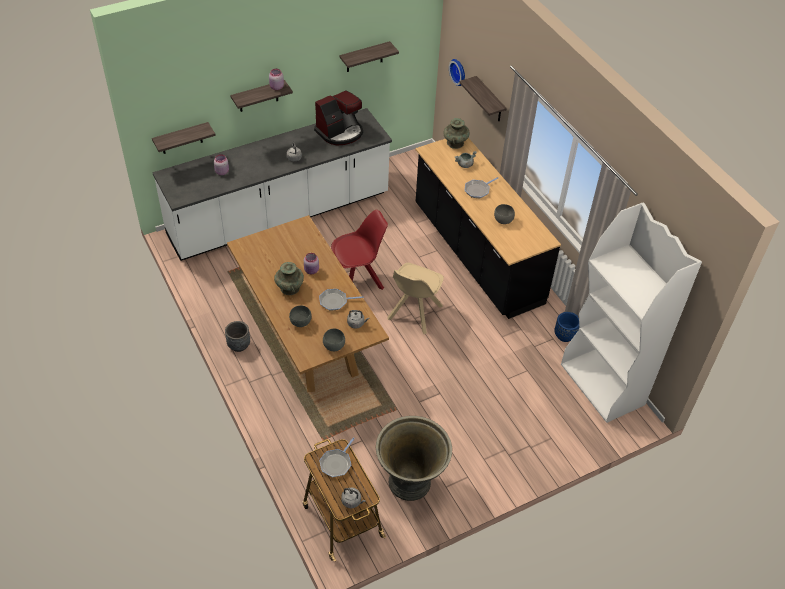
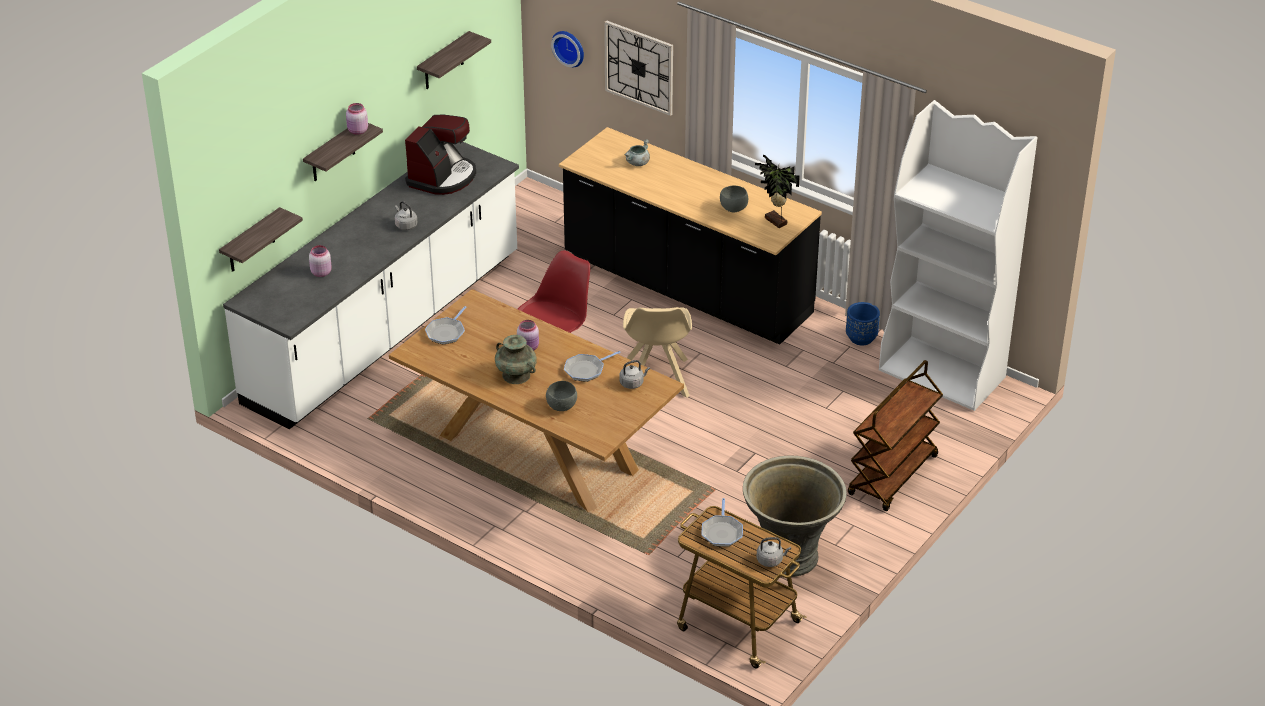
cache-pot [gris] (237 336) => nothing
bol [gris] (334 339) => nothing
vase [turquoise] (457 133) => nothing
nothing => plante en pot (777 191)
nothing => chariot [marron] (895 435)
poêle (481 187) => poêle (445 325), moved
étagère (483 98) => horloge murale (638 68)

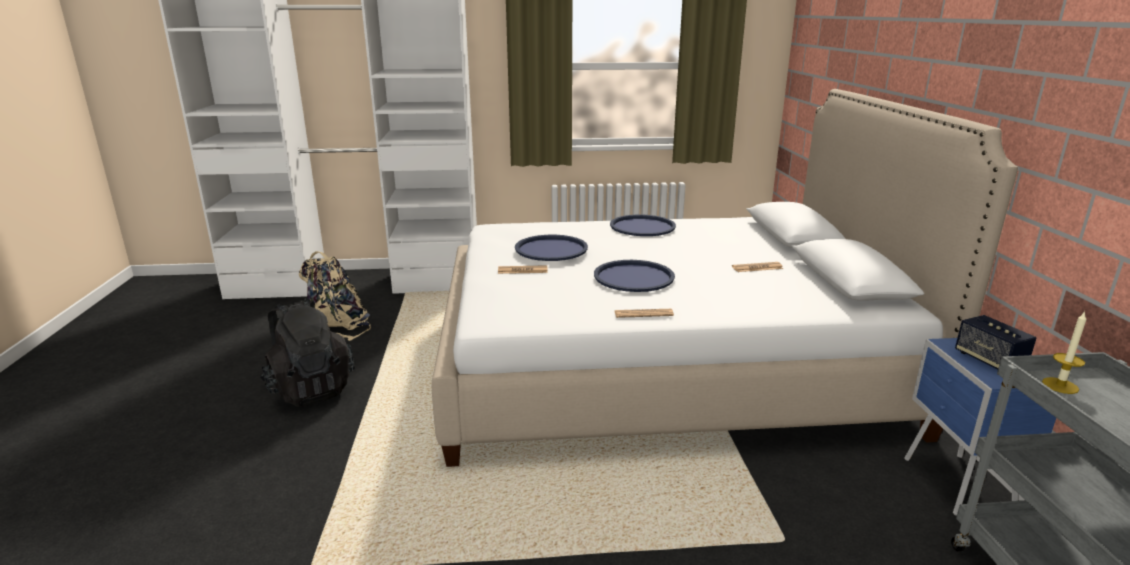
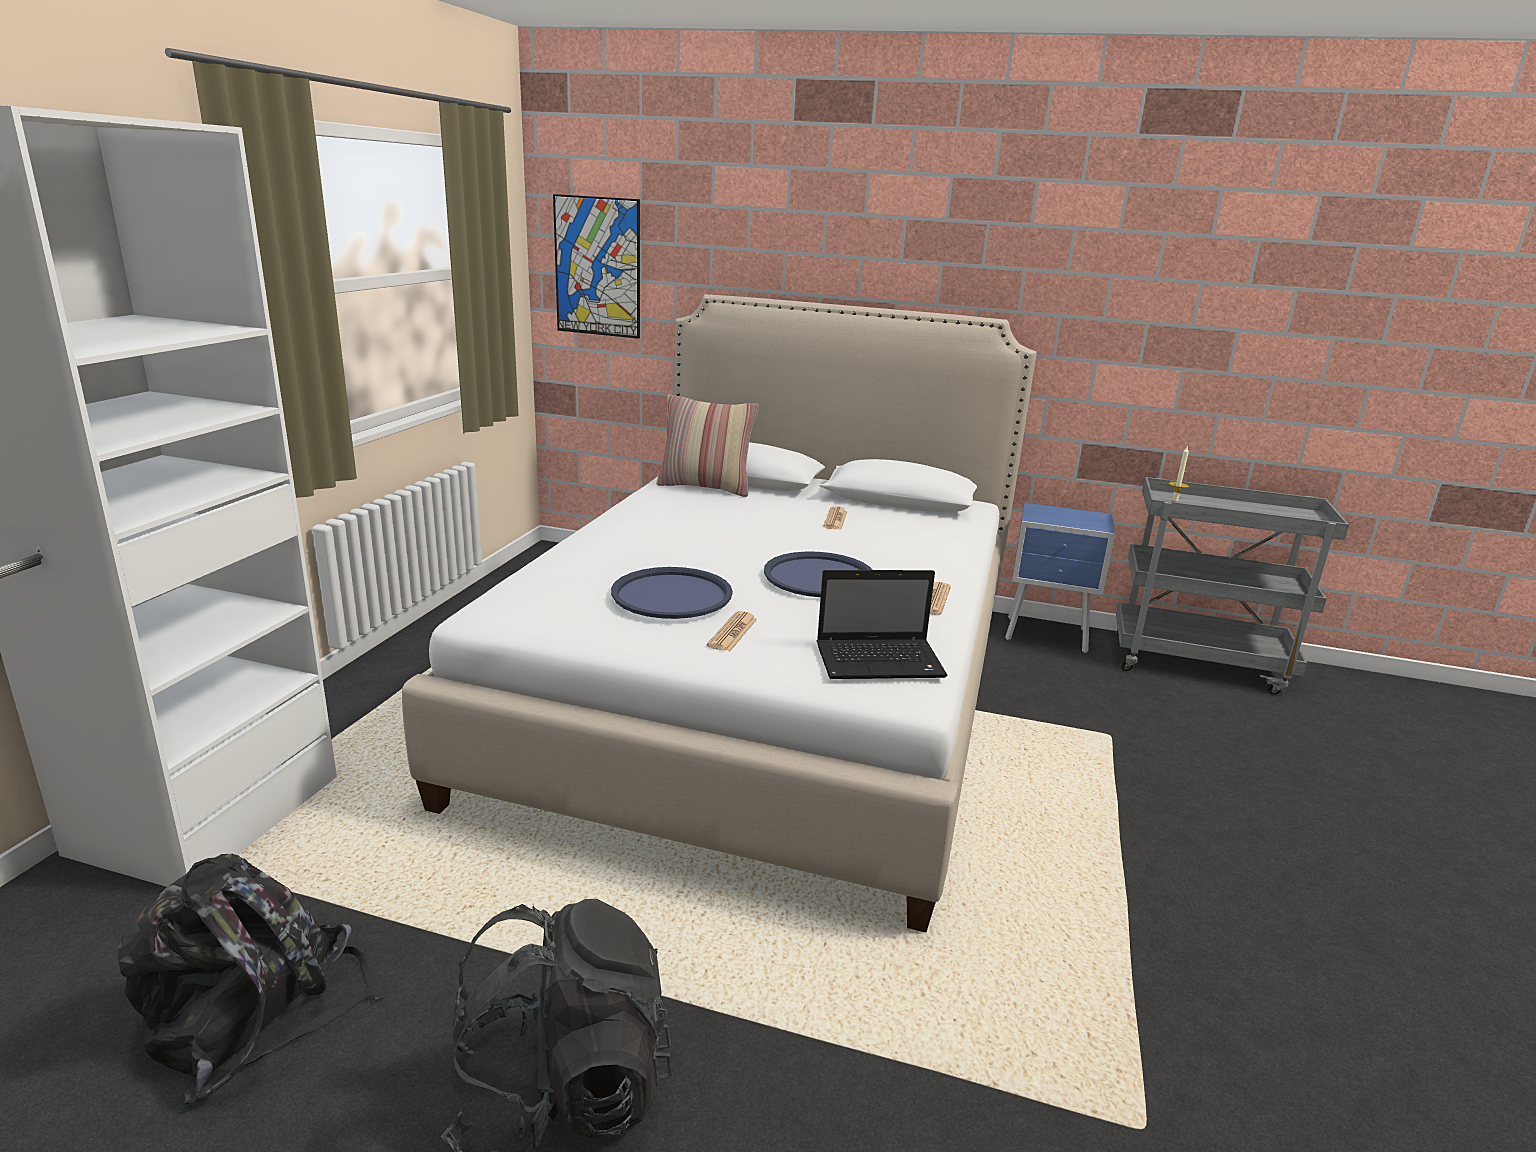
plateau [bleu] (643 225) => nothing
enceinte (995 342) => nothing
nothing => tableau (596 266)
nothing => coussin (707 445)
nothing => ordinateur portable (882 624)
sac à dos [beige] (335 296) => sac à dos [noir] (252 979)

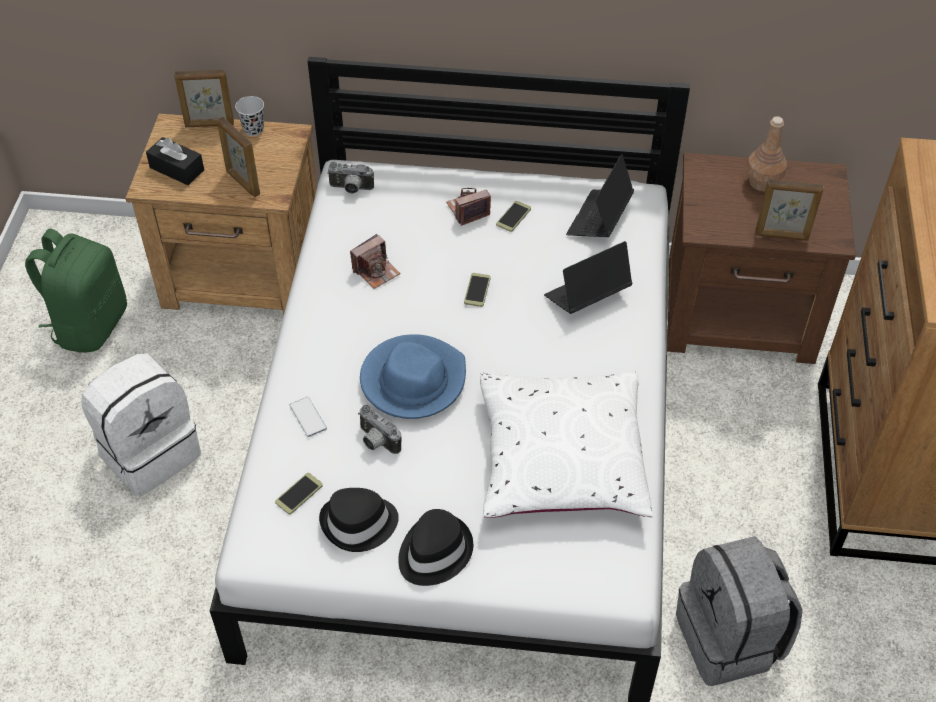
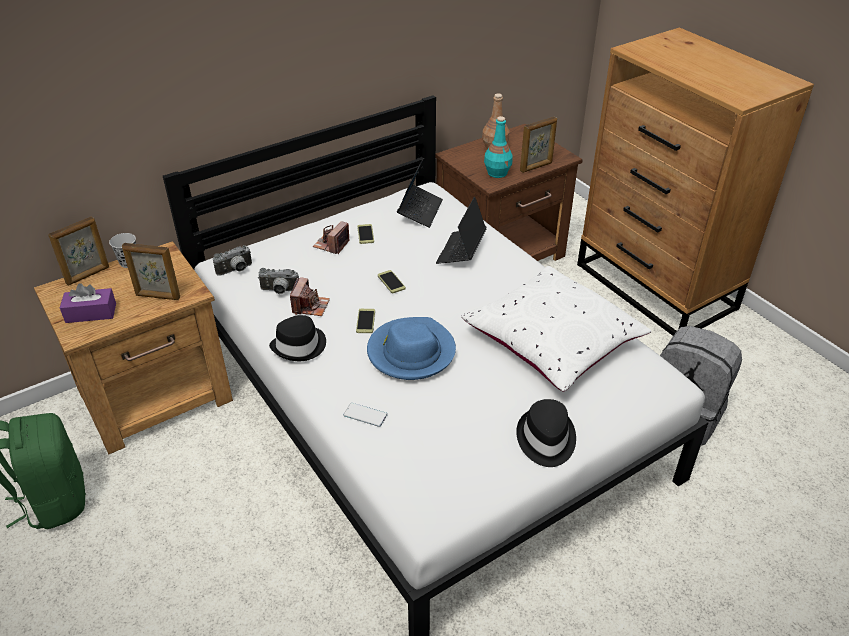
sac à dos [blanc] (141 425) => nothing
nothing => bouteille [turquoise] (498 147)
téléphone (299 493) => téléphone (365 321), moved
chapeau [noir] (359 520) => chapeau [noir] (297 338), moved
appareil photo (380 429) => appareil photo (278 281), moved
boîte à mouchoirs [noir] (175 161) => boîte à mouchoirs [violet] (88 303)
ordinateur portable (600 195) => ordinateur portable (420 193), 150 degrees counterclockwise

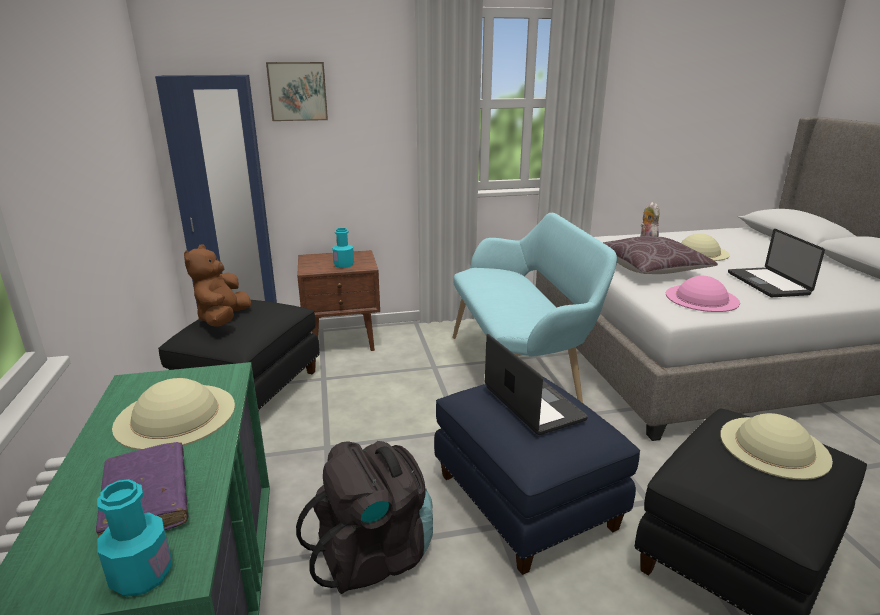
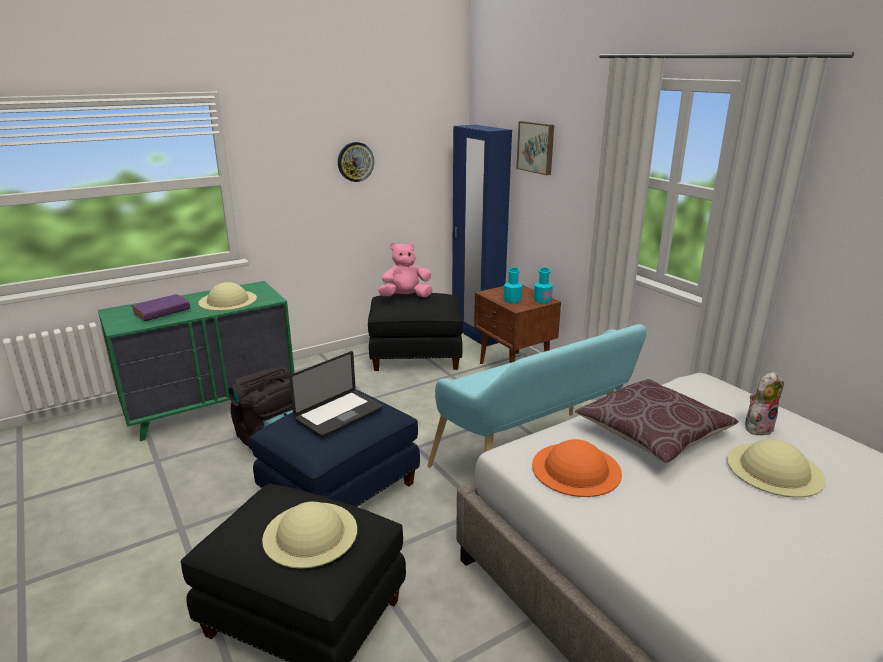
ordinateur portable (776 263) => nothing
nothing => horloge murale (356 162)
bouteille [turquoise] (134 538) => bouteille [turquoise] (543 285), moved
peluche [marron] (217 285) => peluche [rose] (405 270)
chapeau [rose] (703 294) => chapeau [orange] (577 468)

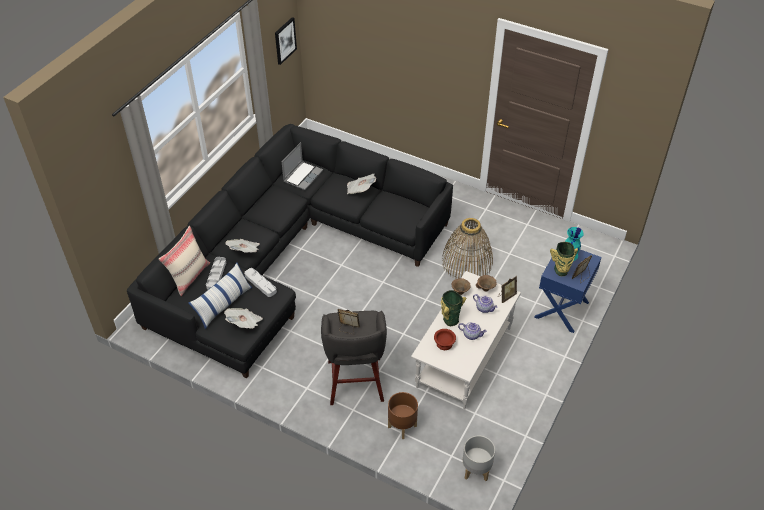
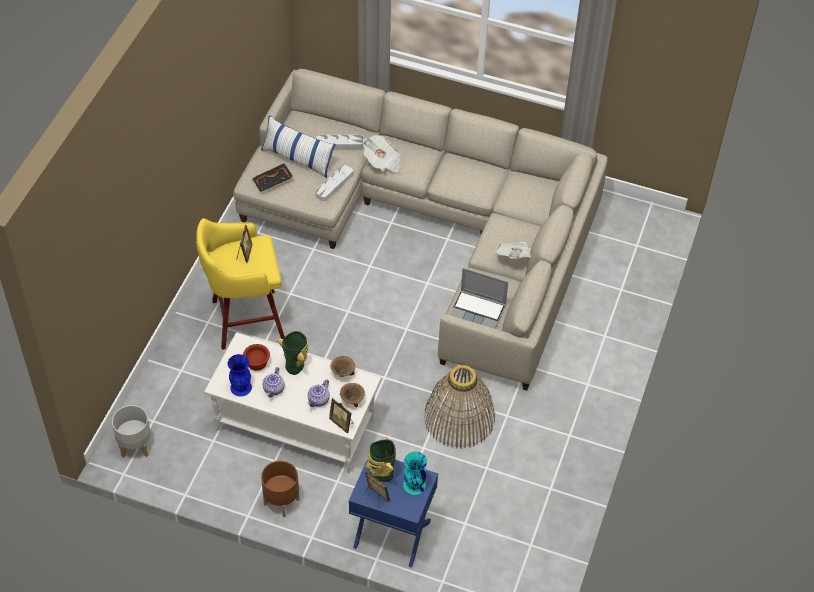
coussin [beige] (184 261) => nothing
tableau (286 41) => nothing
nothing => vase [bleu] (240 375)
ordinateur portable (302 166) => ordinateur portable (479 298), moved
cache-pot [marron] (403 415) => cache-pot [marron] (280 489), moved
journal (243 318) => plateau [noir] (272 177)
canapé [noir] (290 251) => canapé [beige] (420 230)
tabouret [gris] (354 358) => tabouret [jaune] (240 284)

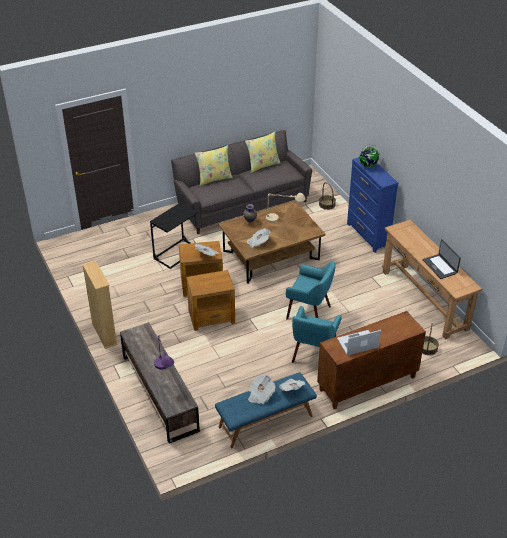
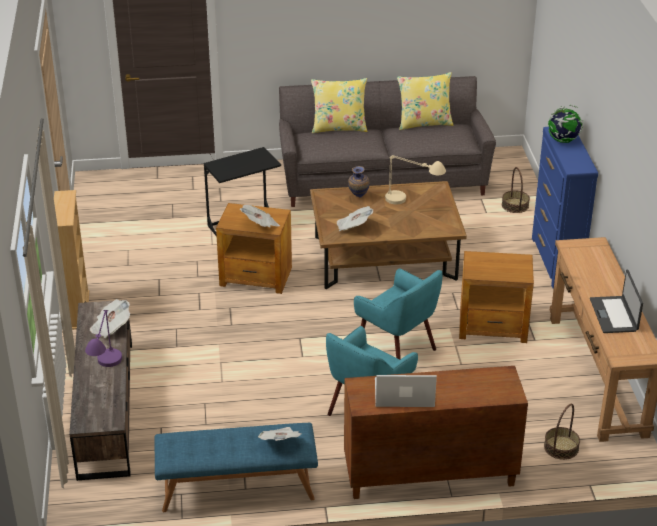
table d'appoint [marron] (210 300) => table d'appoint [marron] (496 297), moved
journal (261 389) => journal (110 318), moved

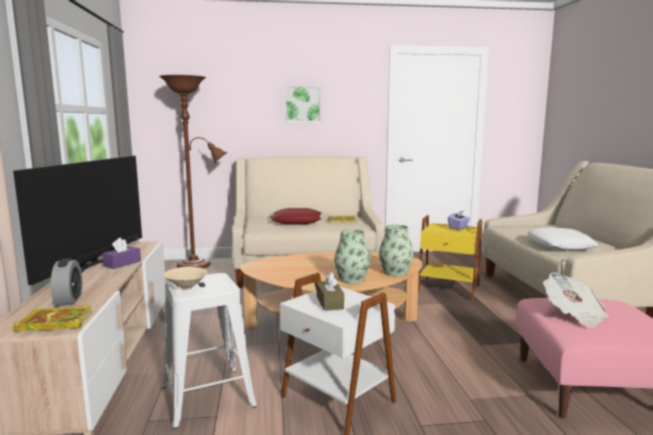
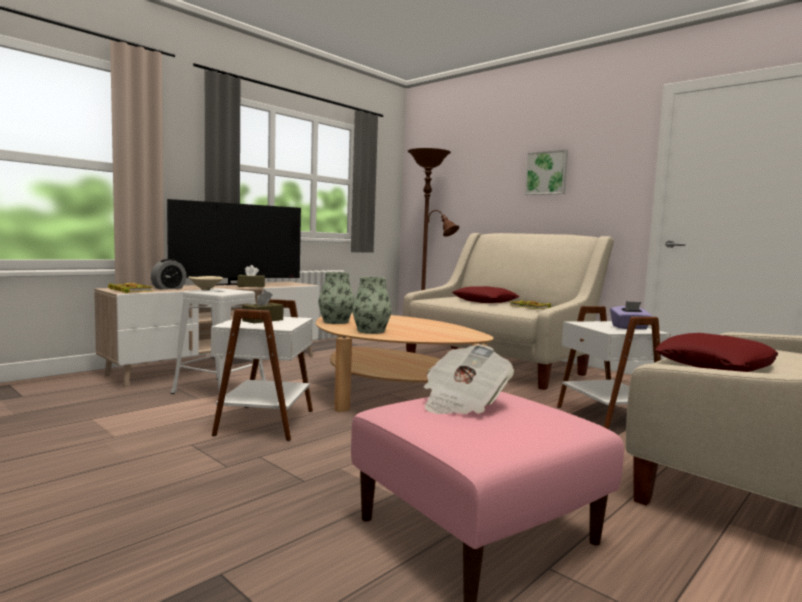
vase (396 250) => vase (336 298), moved
boîte à mouchoirs [violet] (121 253) => boîte à mouchoirs [marron] (251 276)
table d'appoint [jaune] (450 258) => table d'appoint [blanc] (613 367)
coussin [blanc] (563 238) => coussin [rouge] (716 352)

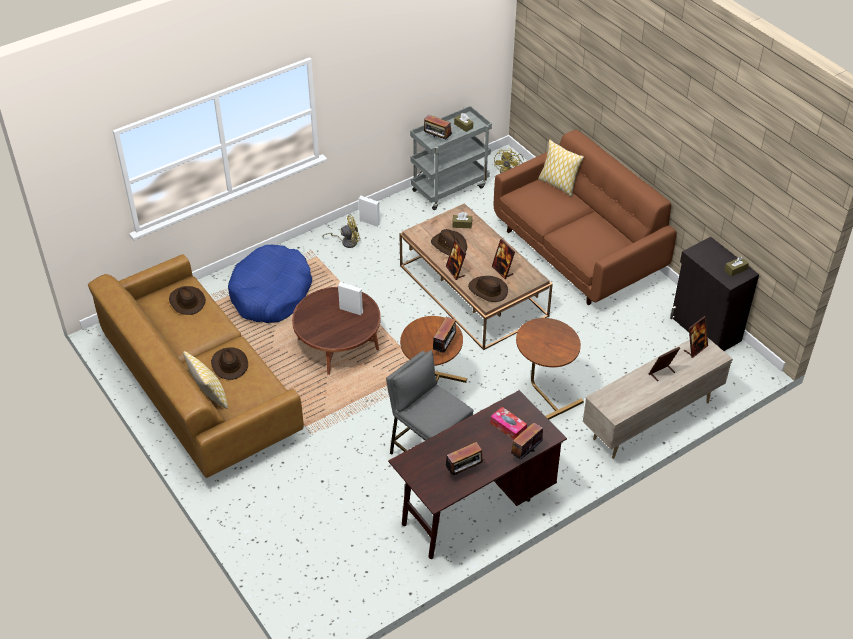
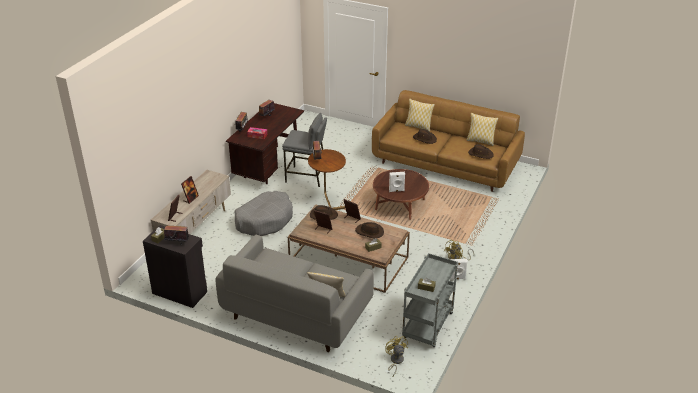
panier pour chien [bleu] (270 284) => nothing
nothing => coussin (482 129)
radio (438 127) => radio (176 235), moved
table d'appoint [marron] (549 369) => panier pour chien [gris] (264 213)
canapé [marron] (585 217) => canapé [gris] (294 293)

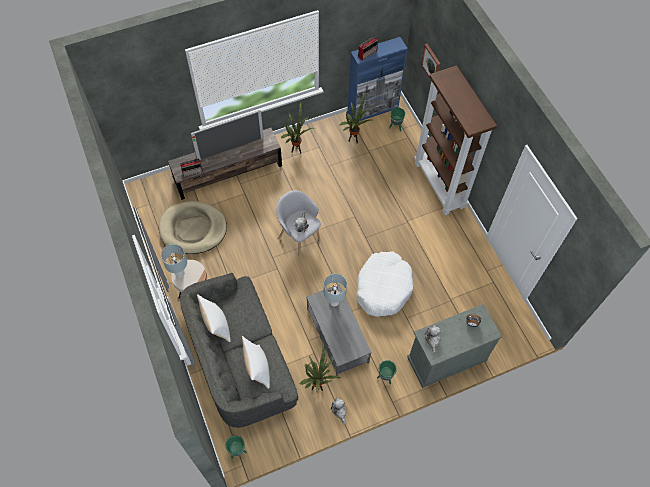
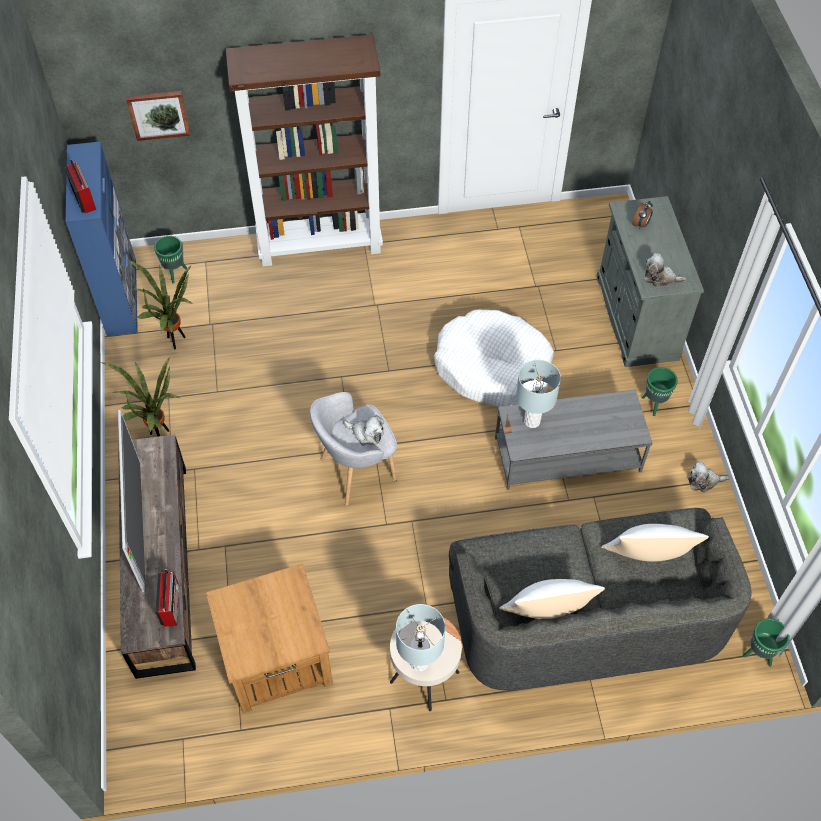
plante en pot (320 367) => nothing
panier pour chien [beige] (193 227) => table d'appoint [marron] (269 638)

